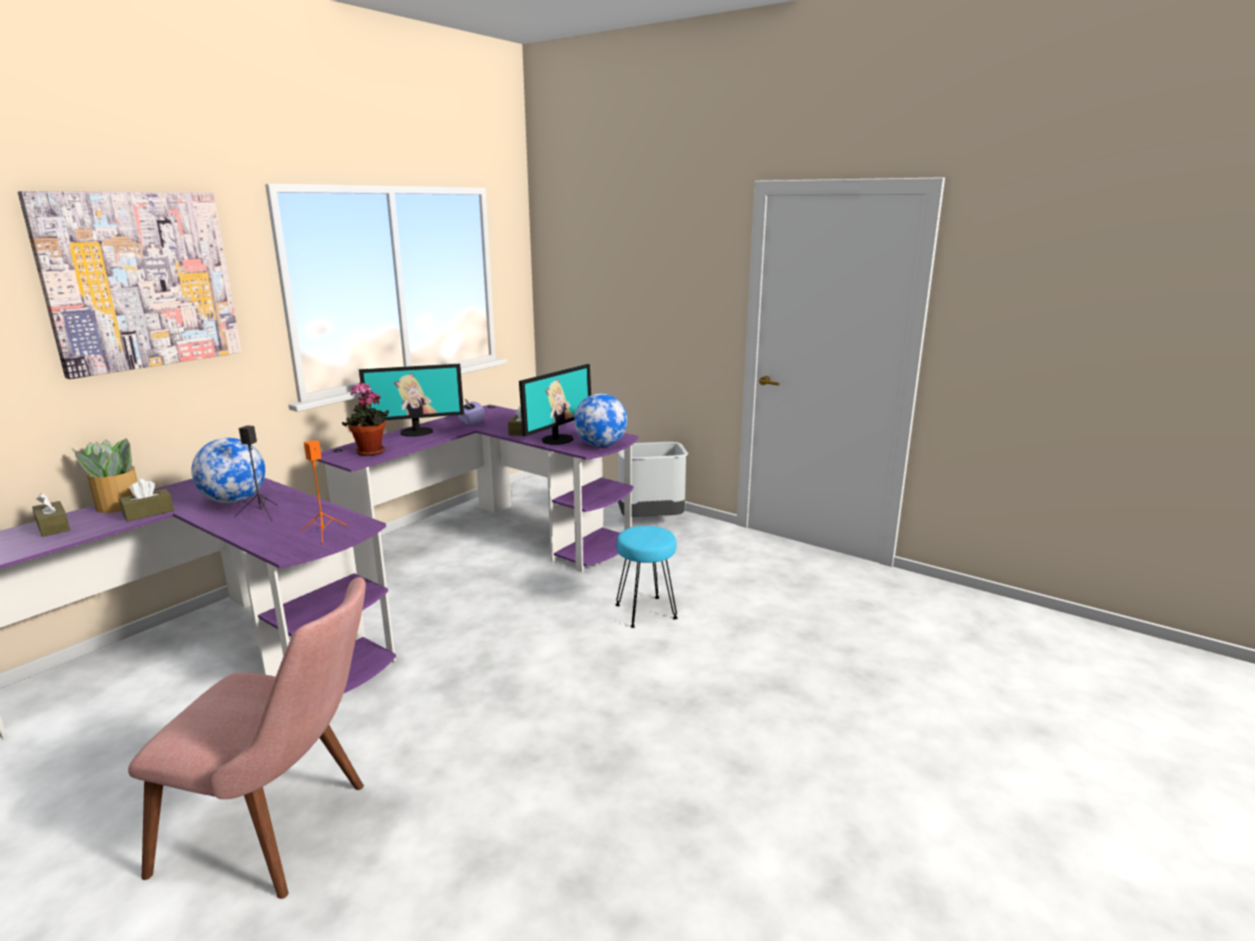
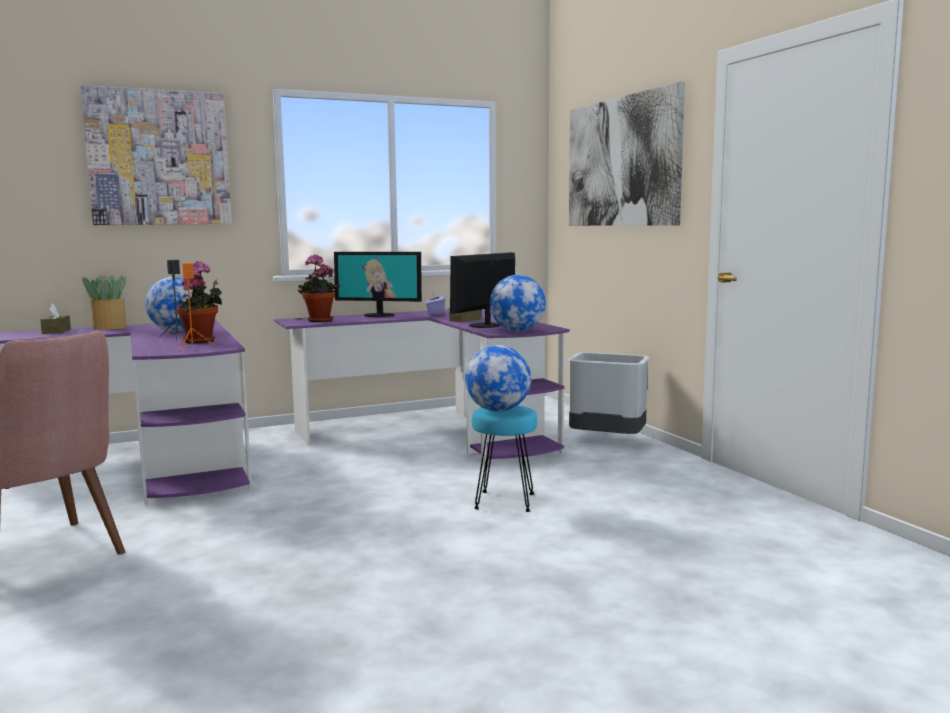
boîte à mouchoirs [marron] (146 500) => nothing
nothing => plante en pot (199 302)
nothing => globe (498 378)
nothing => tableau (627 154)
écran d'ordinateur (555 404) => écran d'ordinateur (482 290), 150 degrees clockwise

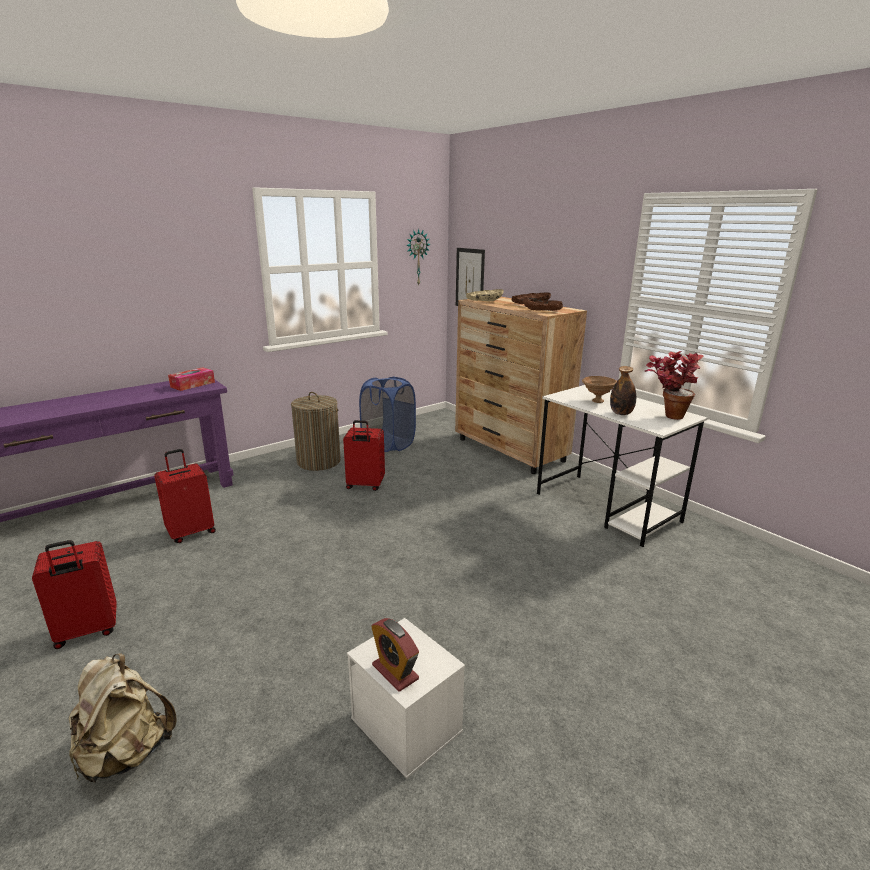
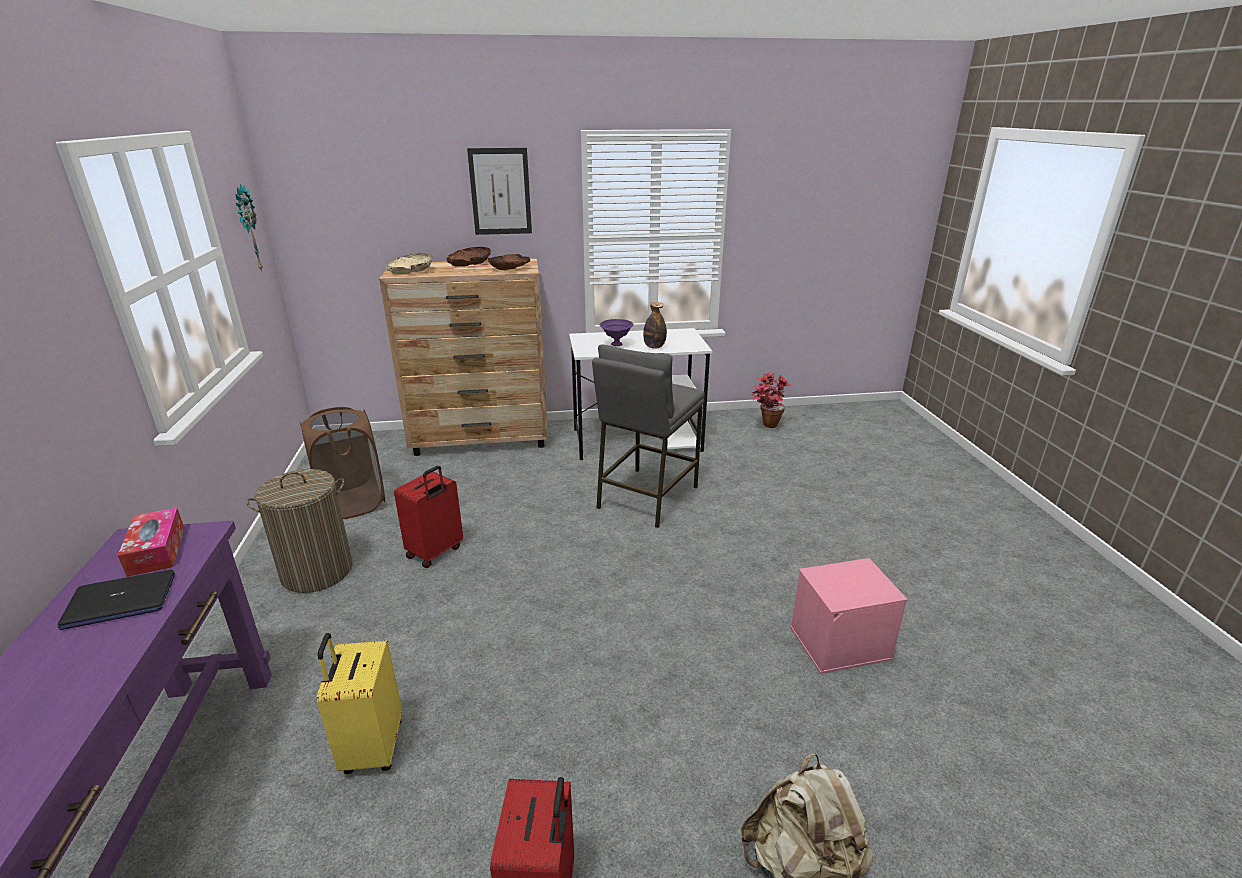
réveil (395 655) => nothing
nothing => ordinateur portable (116 600)
nothing => tabouret [gris] (648 436)
tableau (470 277) => tableau (499 191), moved
plante en pot (674 385) => plante en pot (771 400), moved
valise [rouge] (185 496) => valise [jaune] (359 703)
boîte de rangement [blanc] (406 698) => boîte de rangement [rose] (849 616)
panier à linge [bleu] (387 414) => panier à linge [marron] (342 463)
bol [marron] (599 389) => bol [violet] (616 332)

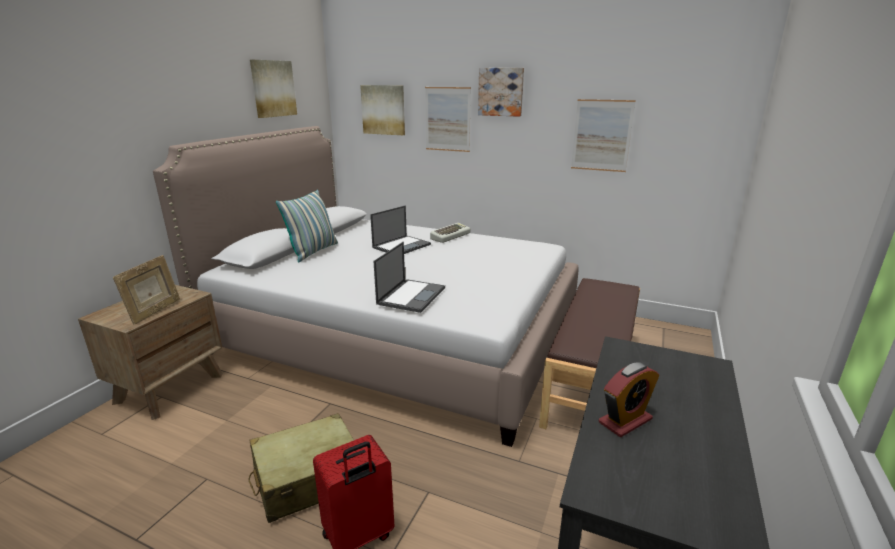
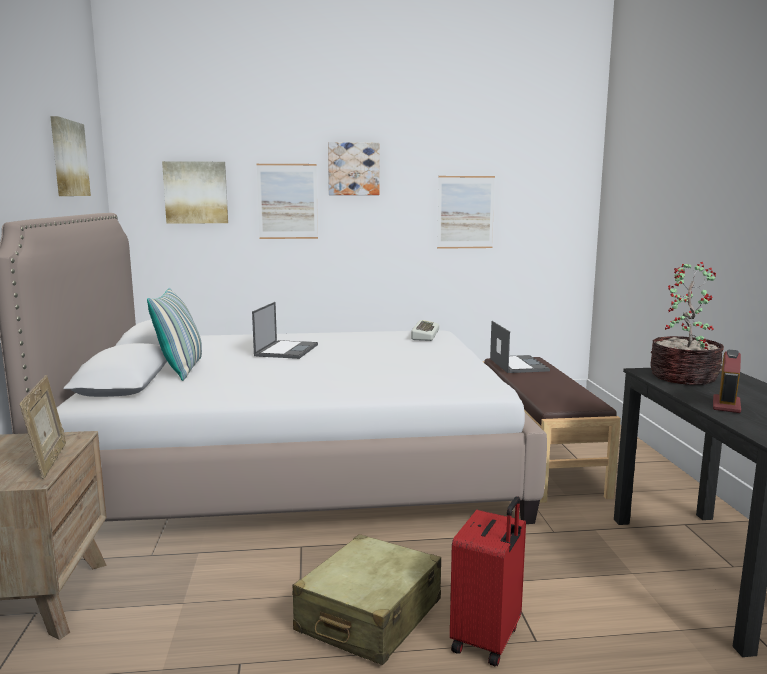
nothing => plante en pot (687 323)
ordinateur portable (409 277) => ordinateur portable (520 347), moved
clavier (450 233) => clavier (425 330), moved

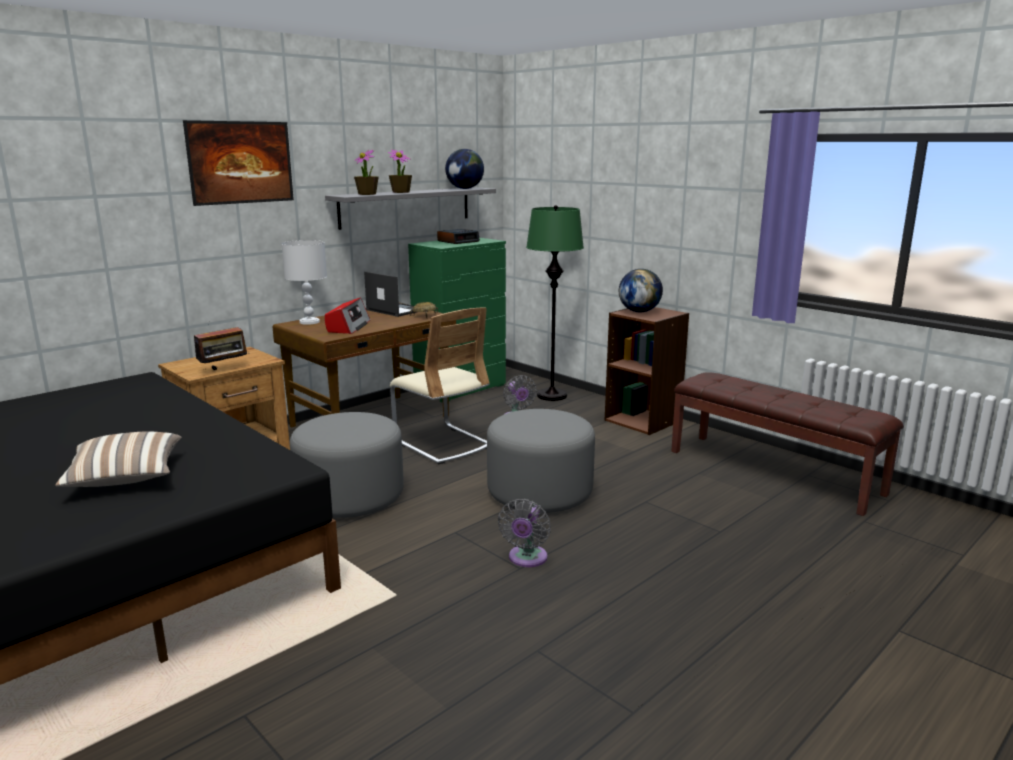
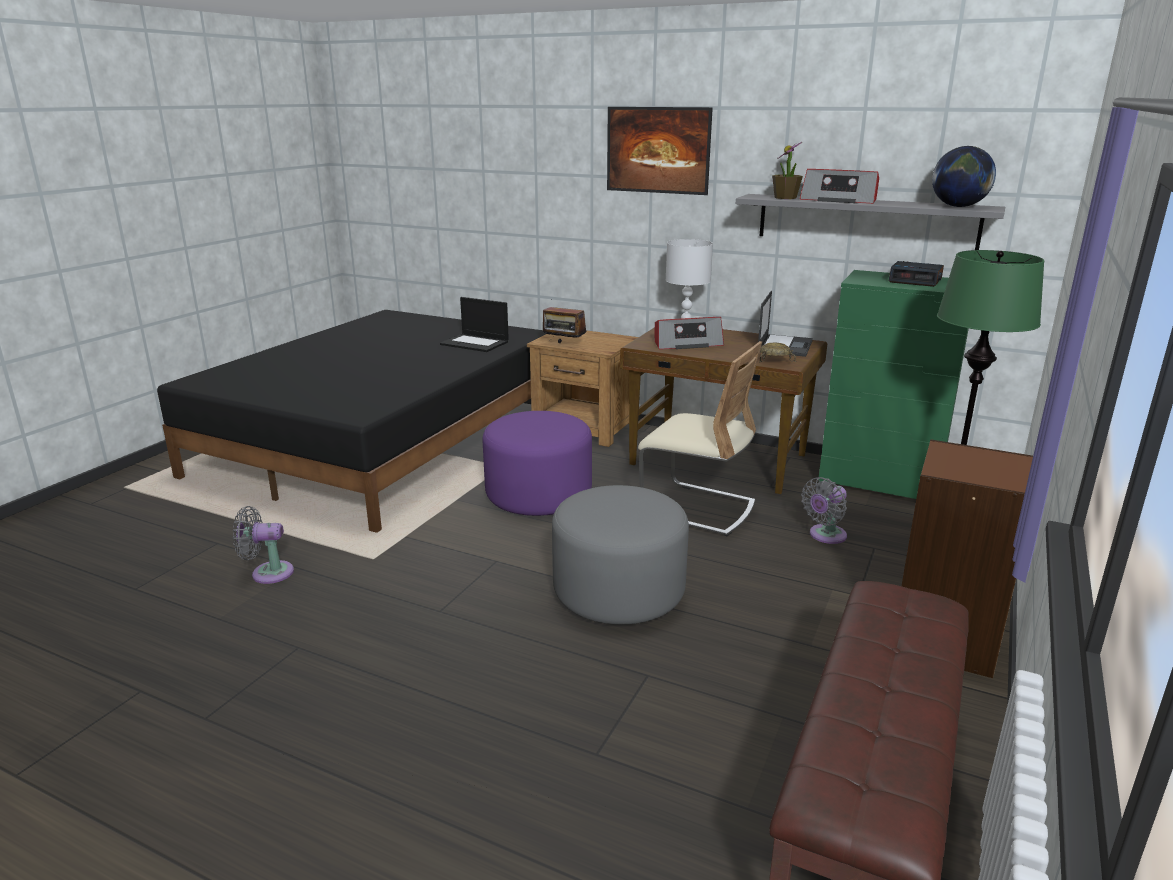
coussin (119 459) => nothing
globe (641 290) => nothing
nothing => ordinateur portable (474 324)
ventilateur [gris] (524 533) => ventilateur [gris] (263 545), moved
plante en pot (400 171) => radio (839 186)
pouf [gris] (347 465) => pouf [violet] (537 463)
chaise [beige] (440 386) => chaise [beige] (700 438), 90 degrees counterclockwise

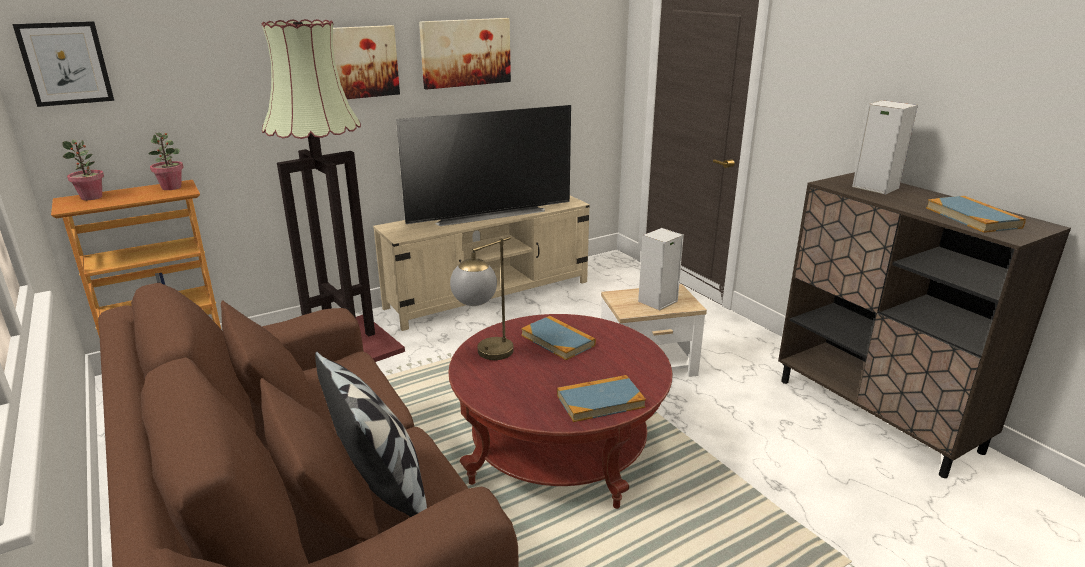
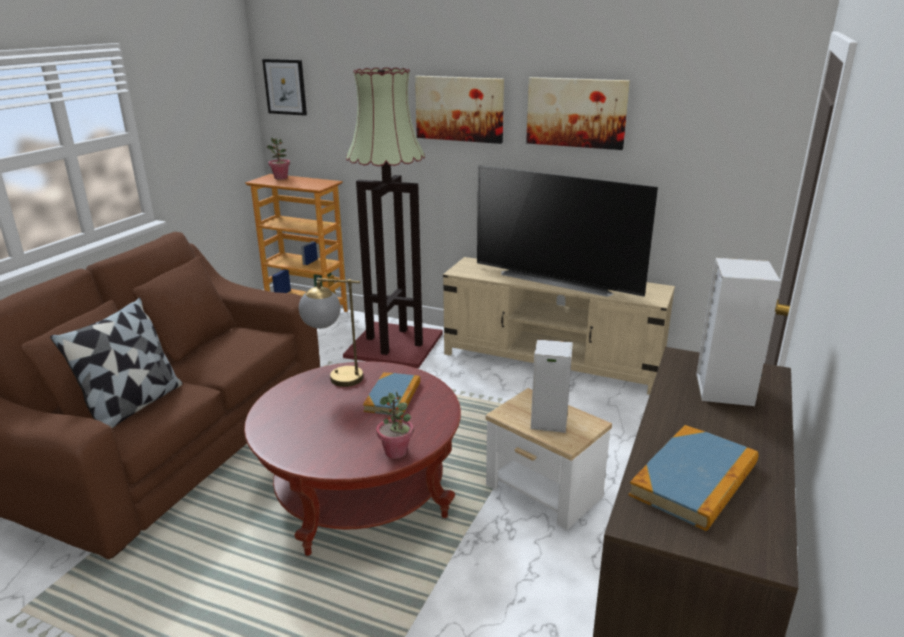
livre (601 398) => nothing
plante en pot (166 161) => plante en pot (394 425), moved

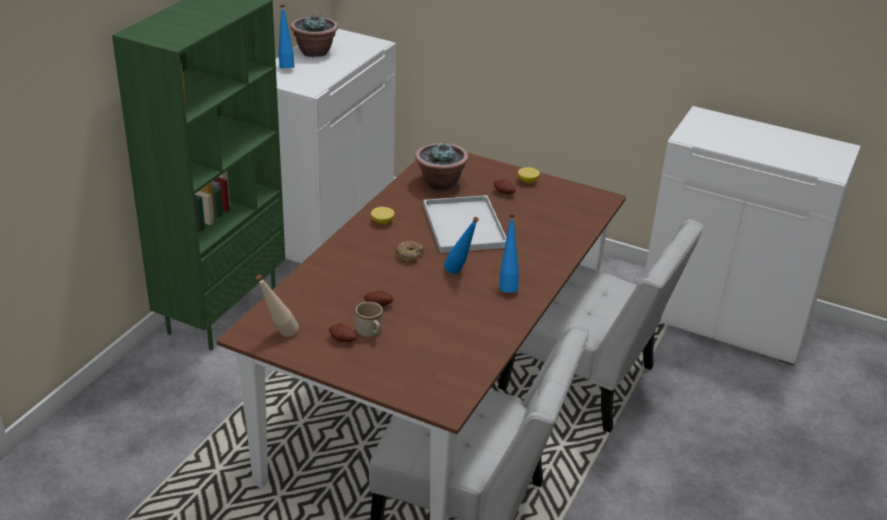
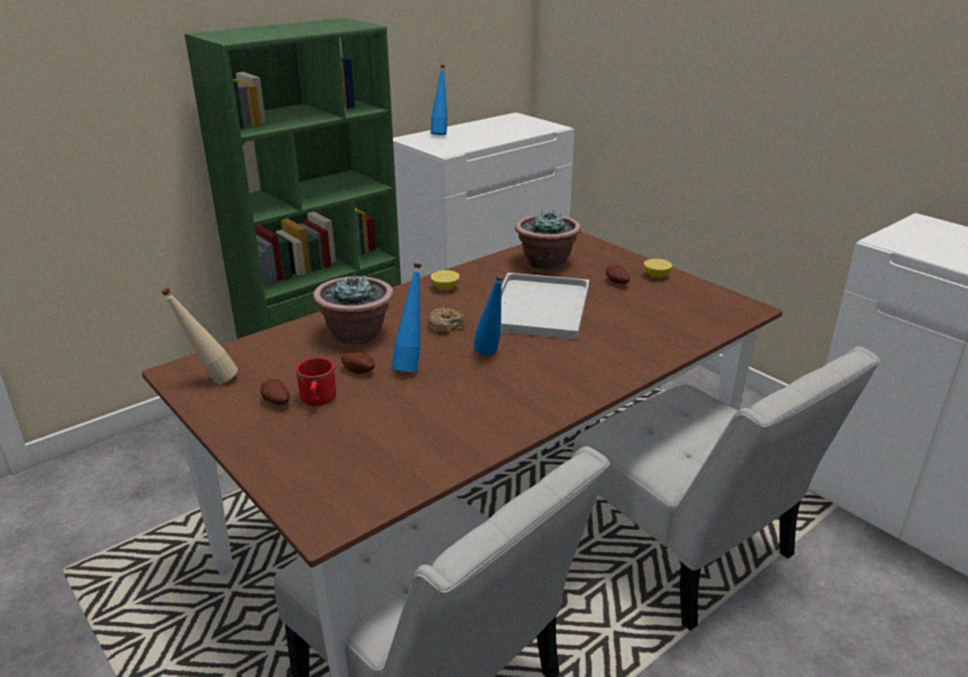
plante en pot (314 35) => plante en pot (353 309), moved
bouteille [bleu] (509 253) => bouteille [bleu] (407 317), moved
mug [beige] (369 319) => mug [rouge] (316 382)

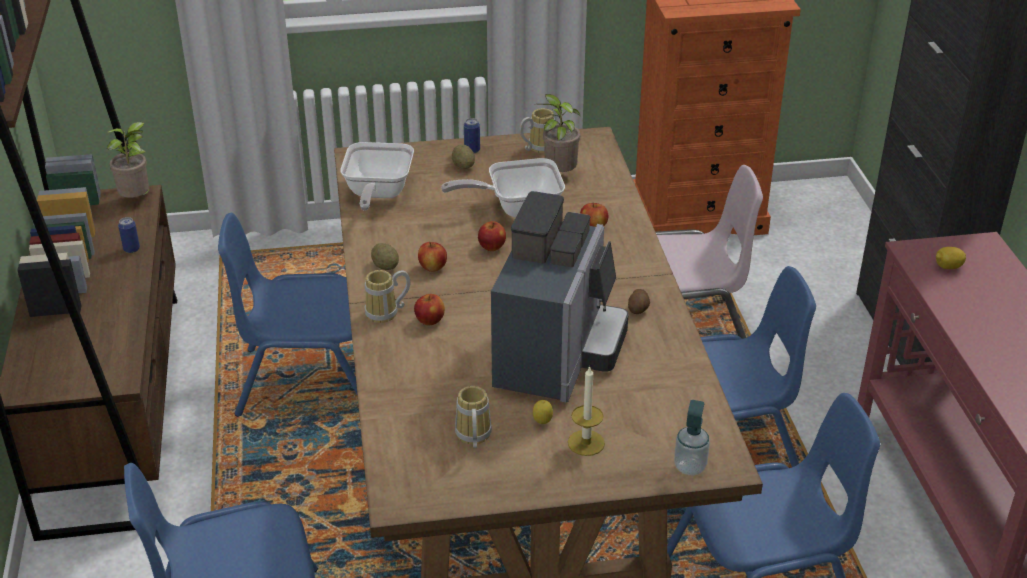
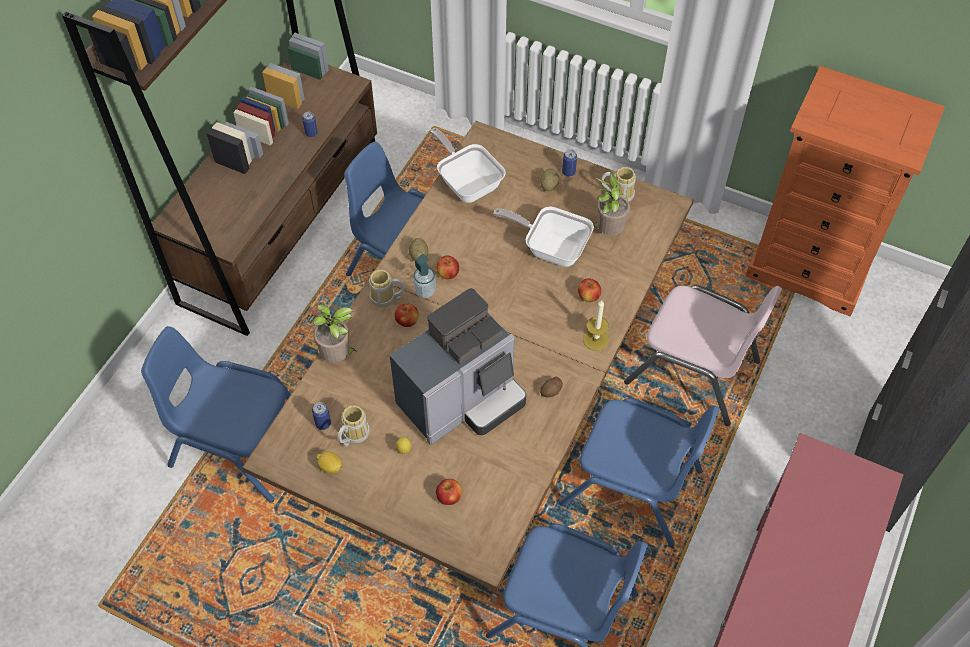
nothing => boîte métallique (321 416)
plante en pot (130 160) => plante en pot (334 333), moved
pomme (492 236) => pomme (449 492), moved
bougie (586 411) => bougie (596 325), moved
distributeur de savon (692 437) => distributeur de savon (424 276), moved
citron (951 258) => citron (329 462), moved
poêle (377 176) => poêle (468 165), 105 degrees clockwise

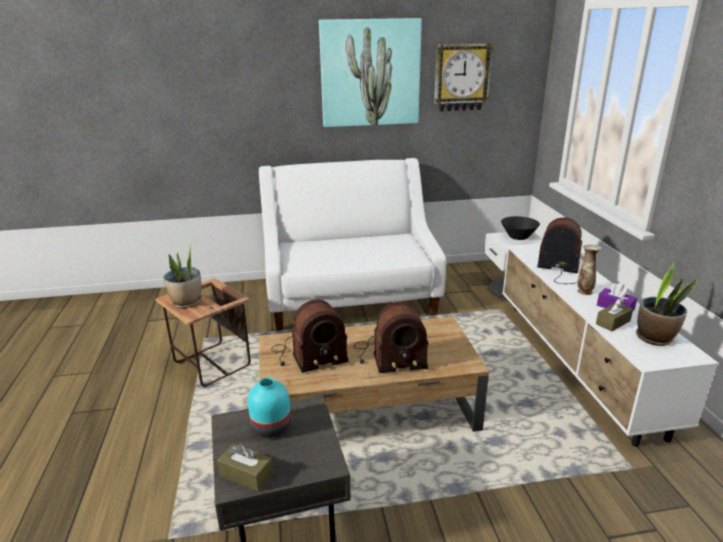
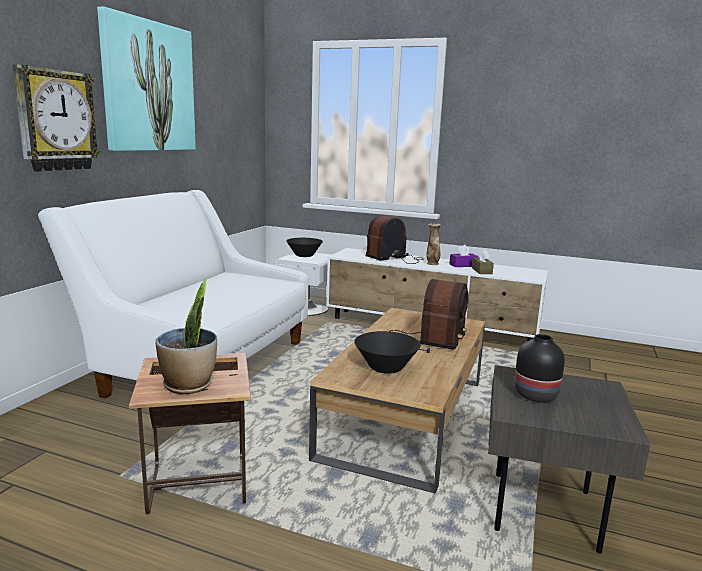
boîte à mouchoirs [marron] (245 467) => nothing
plante en pot (666 304) => nothing
horloge murale (463 77) => horloge murale (56 118), moved
radio (310 336) => bol [noir] (387 352)
vase [turquoise] (269 407) => vase [noir] (539 368)

